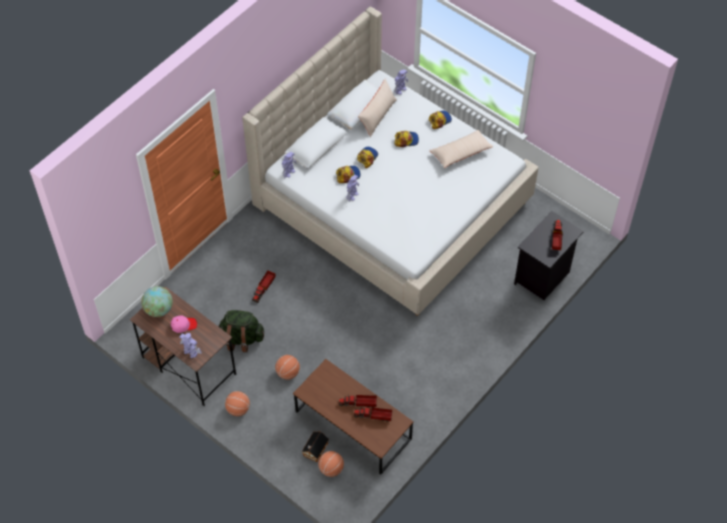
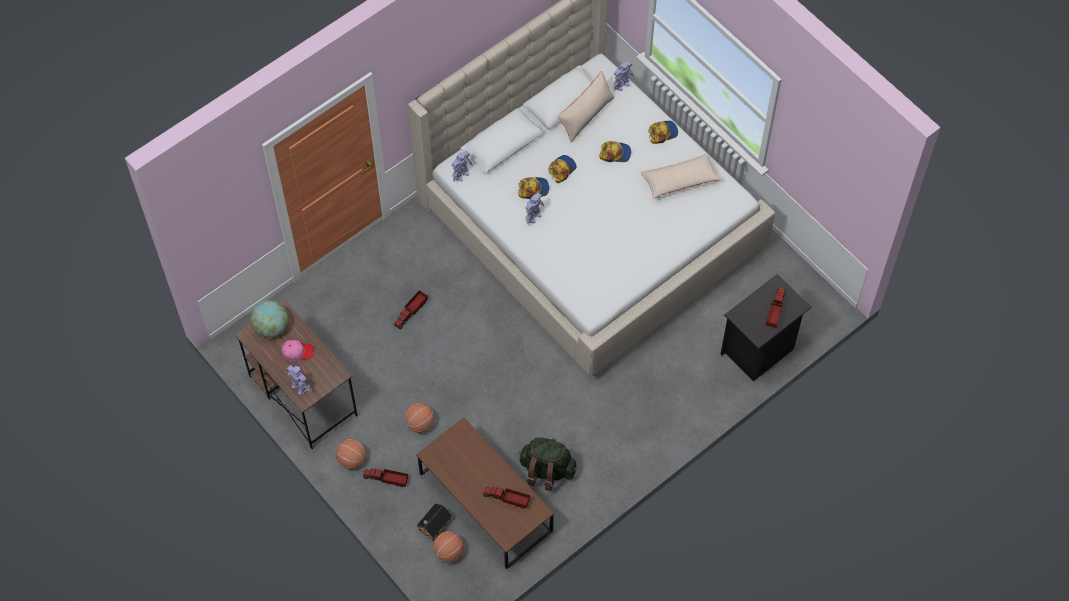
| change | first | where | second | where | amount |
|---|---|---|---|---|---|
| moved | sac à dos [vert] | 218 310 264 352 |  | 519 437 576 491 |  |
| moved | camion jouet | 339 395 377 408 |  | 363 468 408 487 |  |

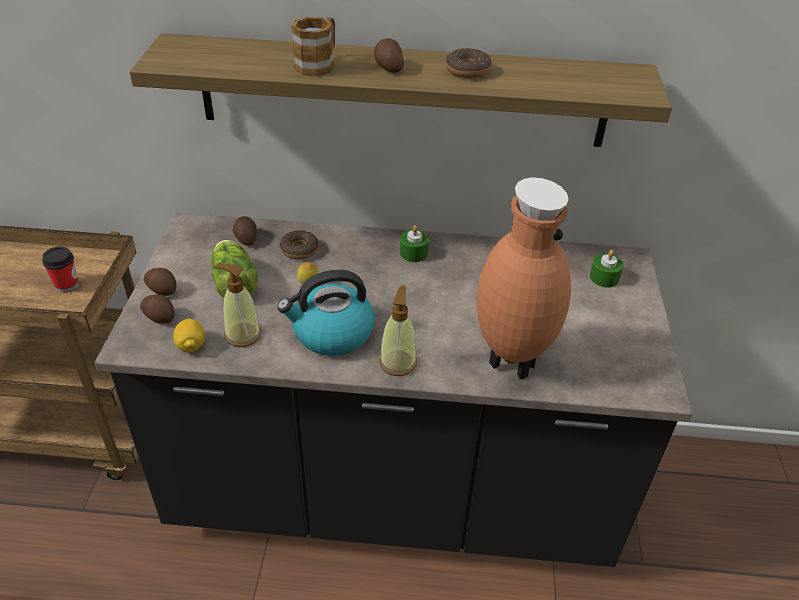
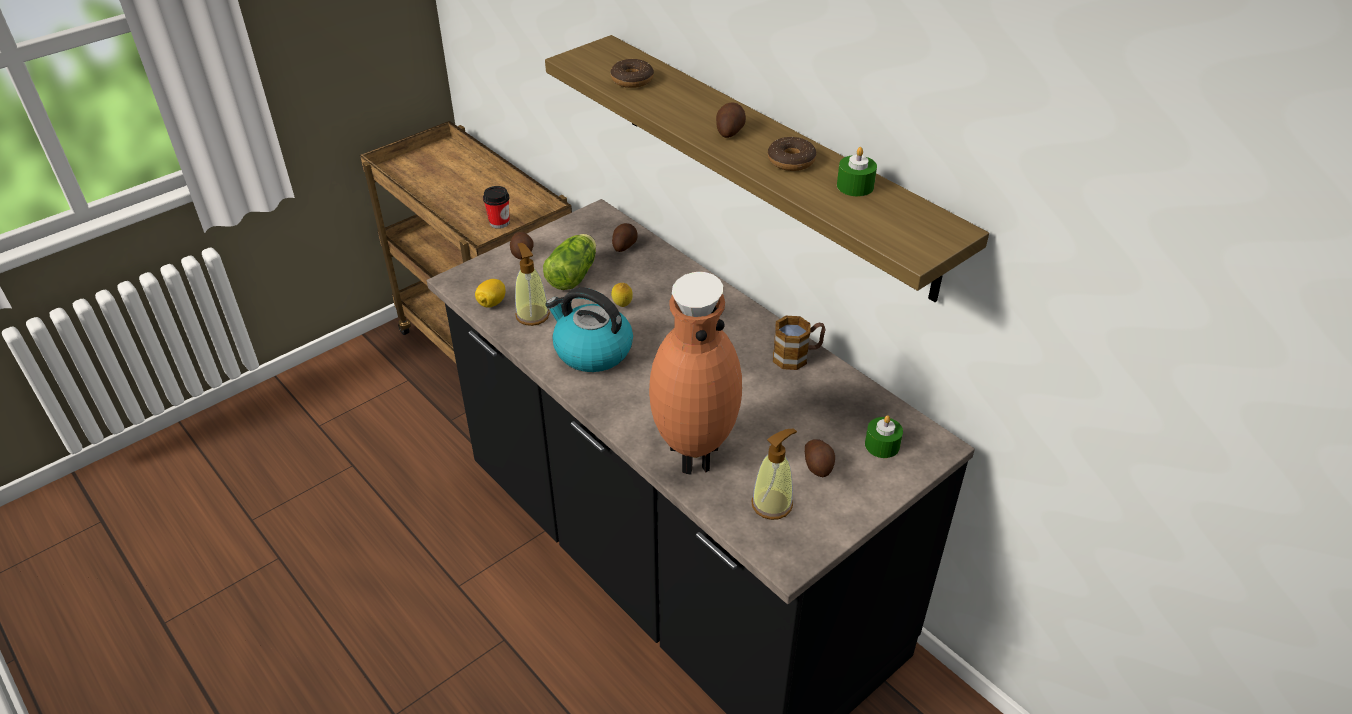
| change | first | where | second | where | amount |
|---|---|---|---|---|---|
| moved | mug | 291 17 335 77 |  | 773 316 826 370 |  |
| moved | bougie [vert] | 400 225 429 262 |  | 837 147 877 196 |  |
| moved | beignet | 280 230 319 260 |  | 610 59 654 88 |  |
| moved | distributeur de savon | 379 285 417 376 |  | 751 429 797 520 |  |
| moved | pomme de terre | 140 295 175 324 |  | 805 439 835 477 |  |

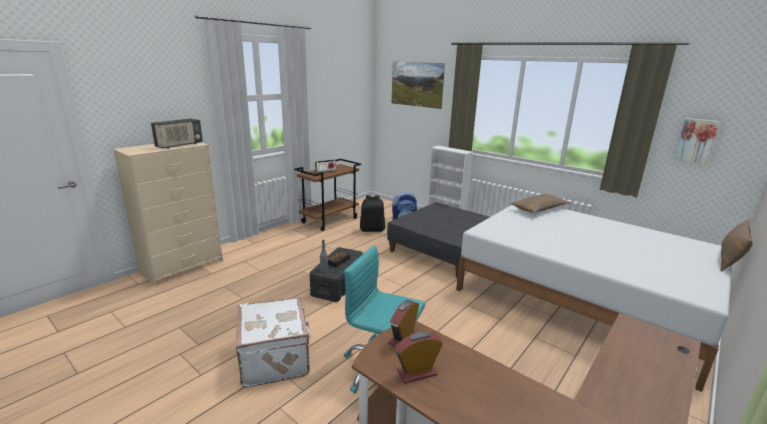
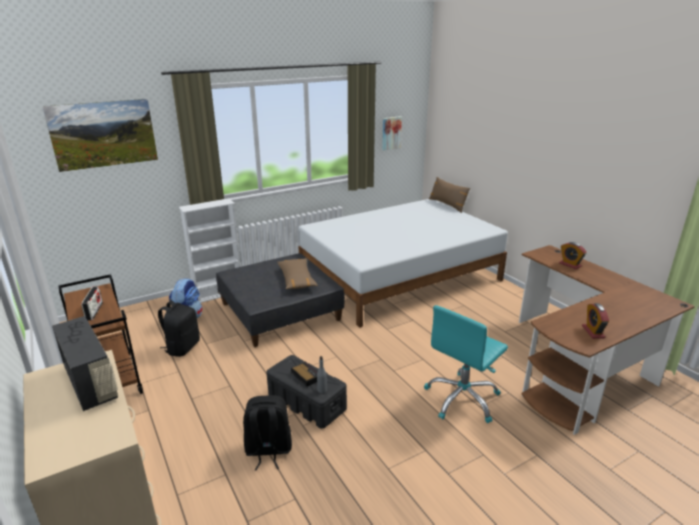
| change | first | where | second | where | amount |
|---|---|---|---|---|---|
| moved | coussin [marron] | 511 194 570 213 |  | 277 258 318 289 |  |
| removed | valise [blanc] | 236 296 311 387 |  |  |  |
| moved | réveil | 388 300 419 346 |  | 559 242 587 269 |  |
| added |  |  | sac à dos [noir] | 243 395 292 470 |  |

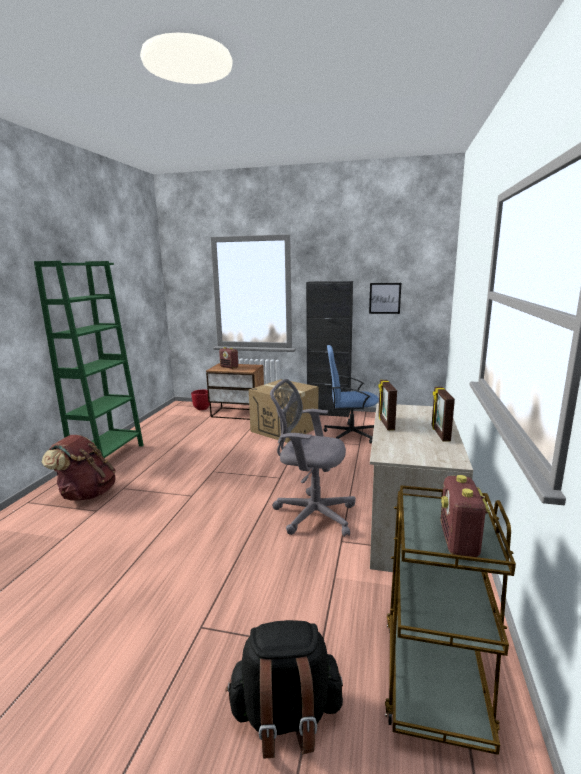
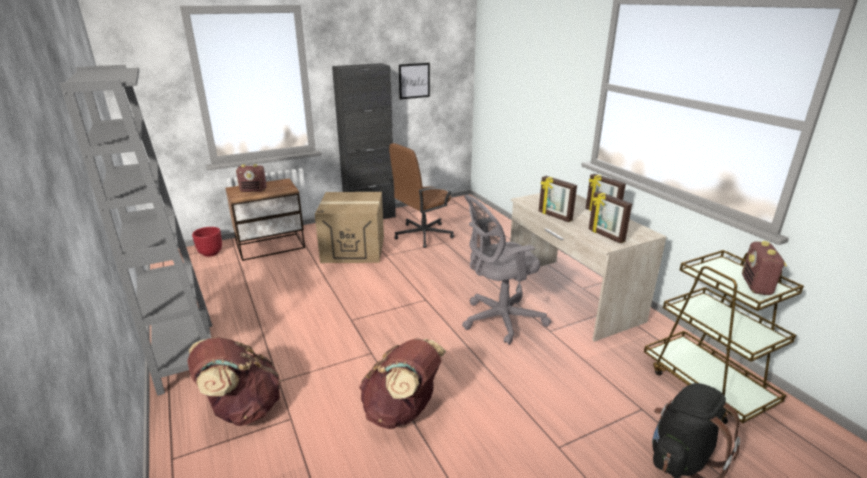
| change | first | where | second | where | amount |
|---|---|---|---|---|---|
| recoloured | bibliothèque [vert] | 34 261 144 458 | bibliothèque [gris] | 60 65 212 396 |  |
| recoloured | chaise de bureau [bleu] | 324 345 379 444 | chaise de bureau [marron] | 389 143 454 248 |  |
| turned | radio | 440 475 490 557 |  | 742 241 787 295 | 45 degrees clockwise |
| added |  |  | cadre photo | 589 191 632 243 |  |
| added |  |  | sac à dos [marron] | 359 339 446 429 |  |

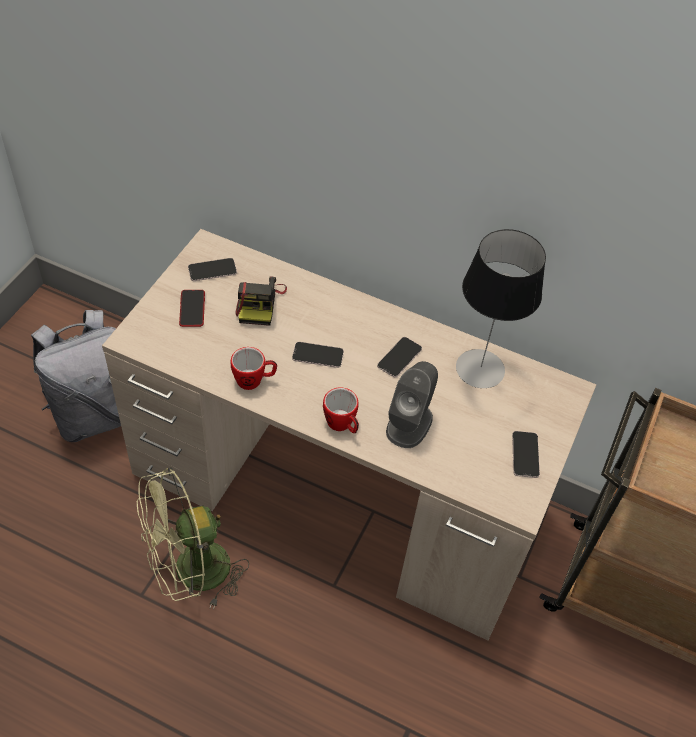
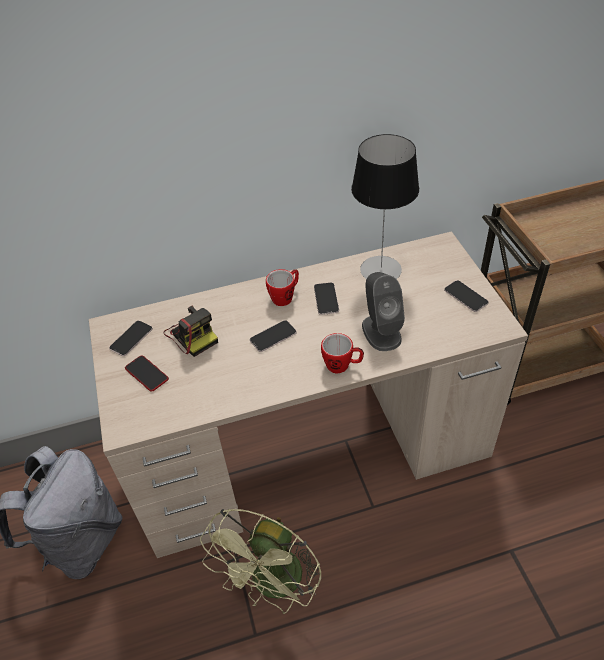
| change | first | where | second | where | amount |
|---|---|---|---|---|---|
| moved | mug | 230 347 277 390 |  | 266 269 299 306 |  |

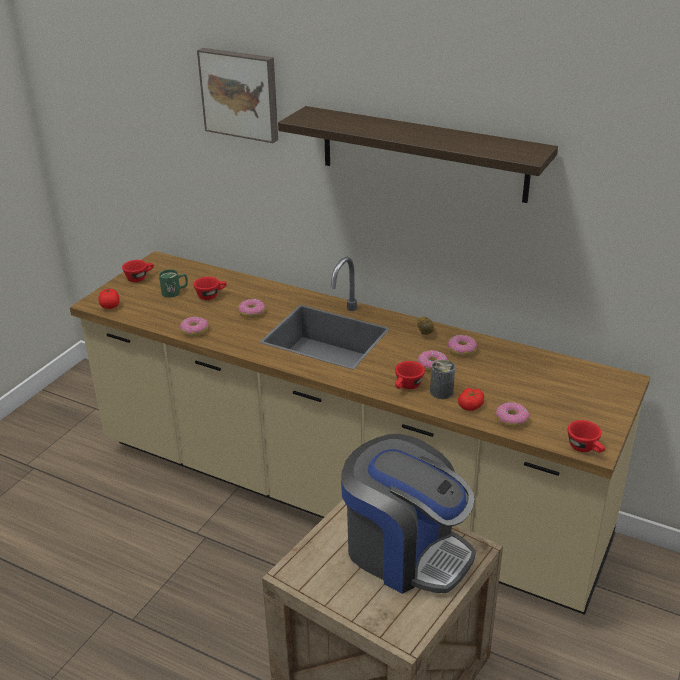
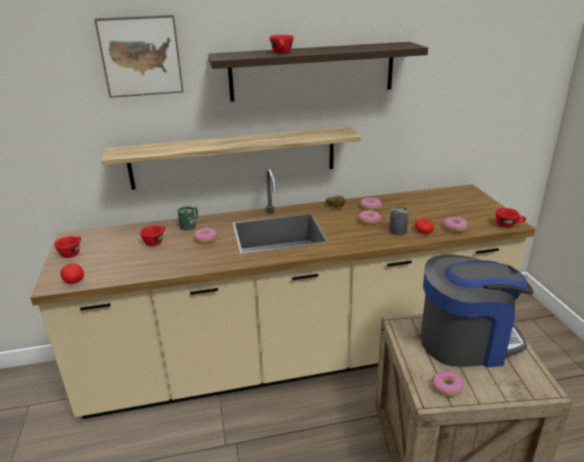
| change | first | where | second | where | amount |
|---|---|---|---|---|---|
| moved | mug [vert] | 159 269 188 297 |  | 178 206 198 230 |  |
| moved | beignet | 180 317 209 336 |  | 432 371 463 397 |  |
| moved | tasse [rouge] | 395 361 425 389 |  | 269 35 294 53 |  |
| added |  |  | étagère | 101 126 361 190 |  |

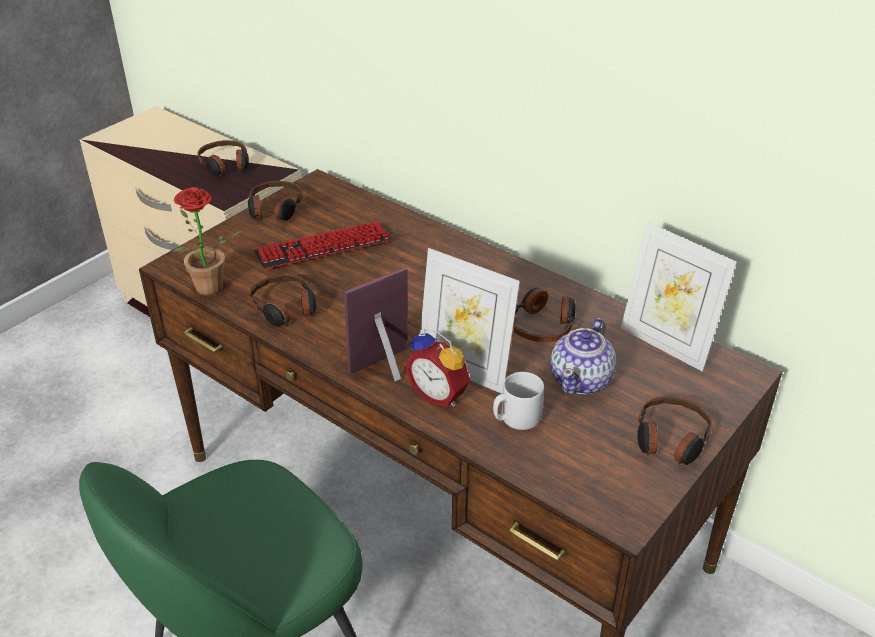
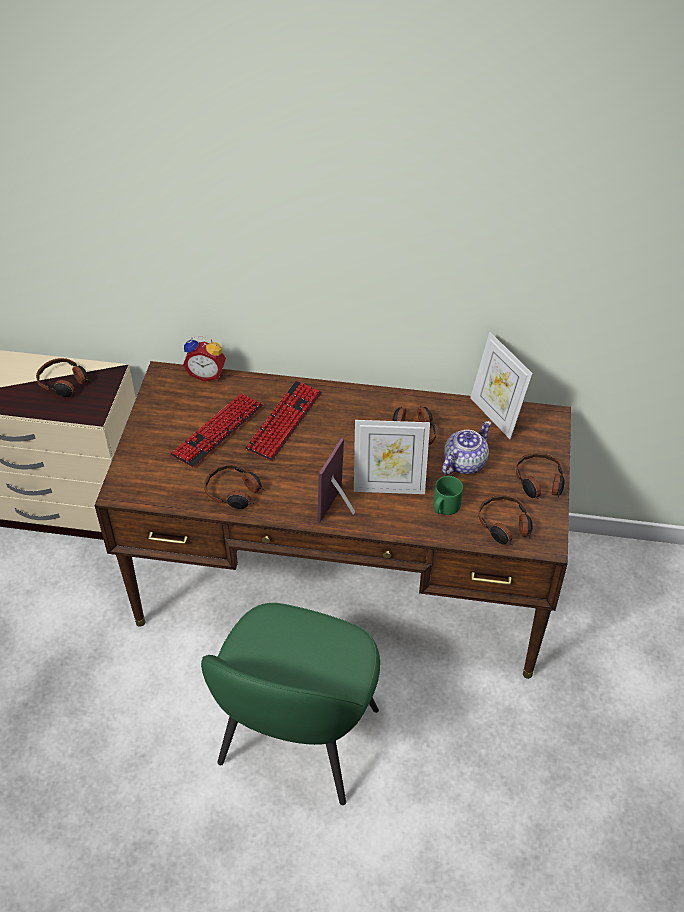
| change | first | where | second | where | amount |
|---|---|---|---|---|---|
| moved | casque audio | 248 181 303 221 |  | 478 495 532 545 |  |
| removed | plante en pot | 174 187 241 296 |  |  |  |
| turned | cadre photo | 621 222 737 372 |  | 470 332 533 440 | 45 degrees clockwise |
| turned | théière | 551 318 616 394 |  | 442 421 491 475 | 135 degrees counterclockwise |
| moved | réveil | 405 329 471 407 |  | 183 336 226 382 |  |
| recoloured | mug [gris] | 493 372 544 430 | mug [vert] | 434 476 463 515 |  |
| added |  |  | clavier | 245 381 322 461 |  |

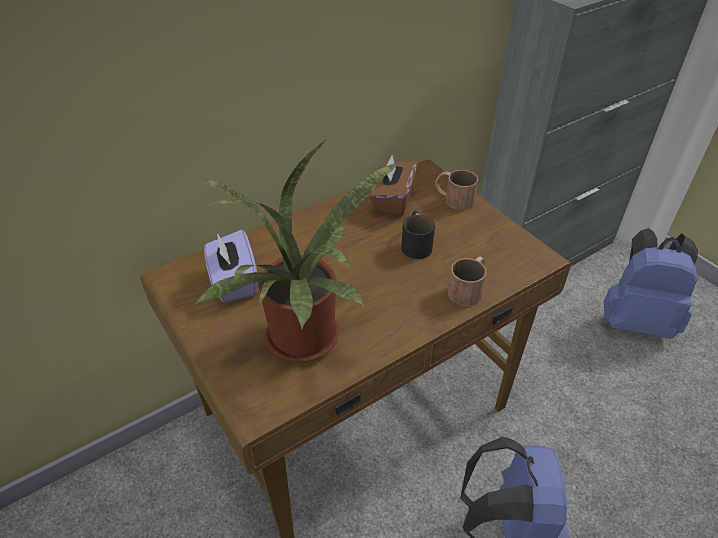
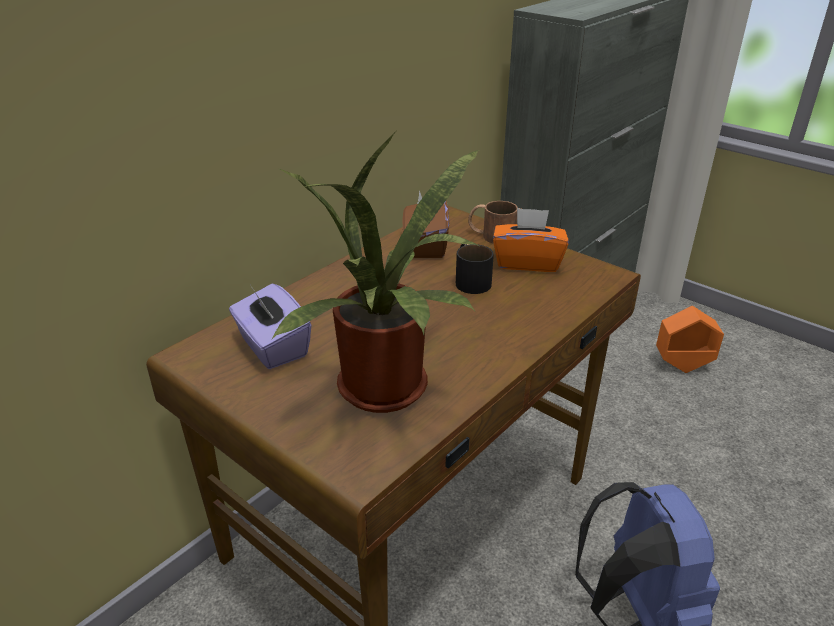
| change | first | where | second | where | amount |
|---|---|---|---|---|---|
| replaced | sac à dos [bleu] | 604 228 698 339 | cache-pot [orange] | 656 306 724 373 |  |
| removed | mug [marron] | 448 256 486 306 |  |  |  |
| added |  |  | boîte à mouchoirs [orange] | 493 208 569 272 |  |

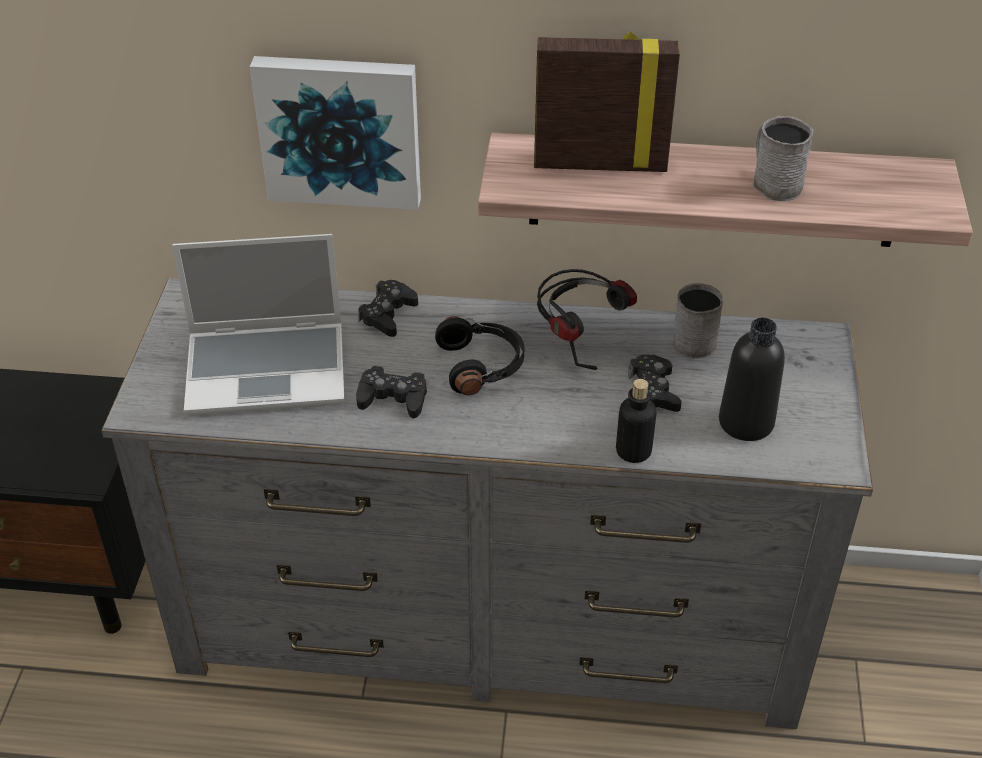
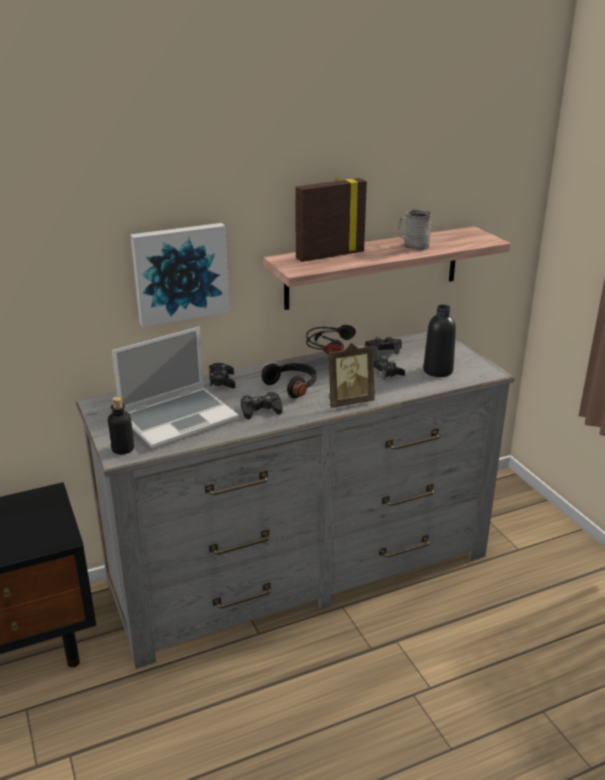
| change | first | where | second | where | amount |
|---|---|---|---|---|---|
| replaced | mug [gris] | 673 283 723 359 | manette [noir] | 365 336 402 355 |  |
| moved | bouteille | 616 379 657 463 |  | 108 397 134 454 |  |
| added |  |  | cadre photo | 328 343 375 408 |  |

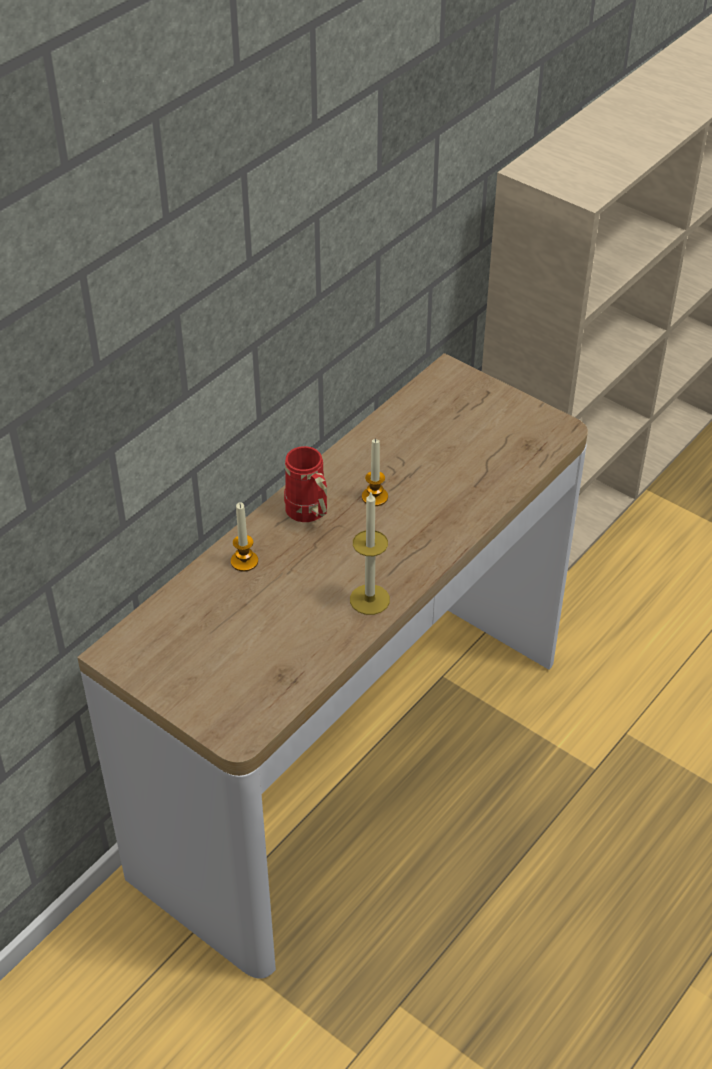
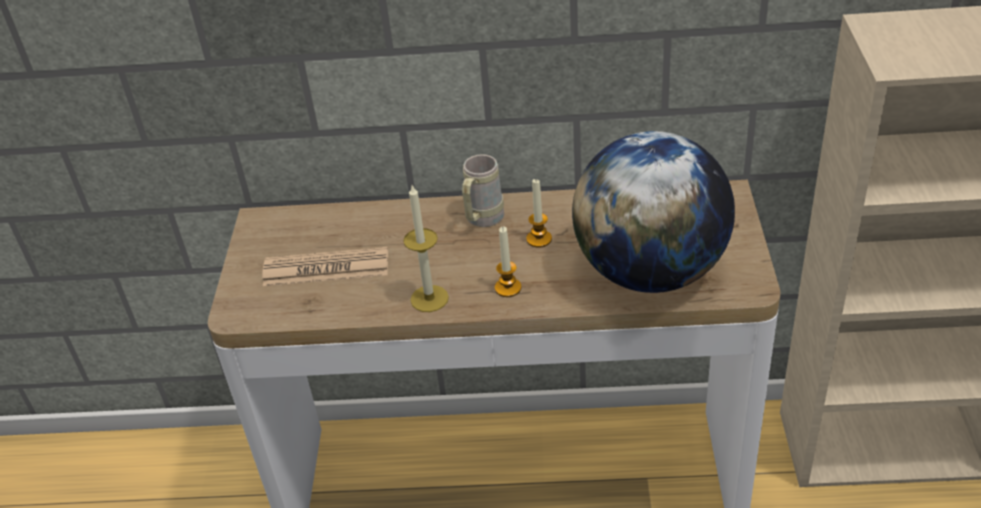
| change | first | where | second | where | amount |
|---|---|---|---|---|---|
| recoloured | mug [rouge] | 284 446 327 522 | mug [beige] | 462 154 504 227 |  |
| moved | bougie | 231 502 258 572 |  | 495 226 521 297 |  |
| added |  |  | globe | 572 131 735 293 |  |
| added |  |  | journal | 262 247 388 286 |  |

